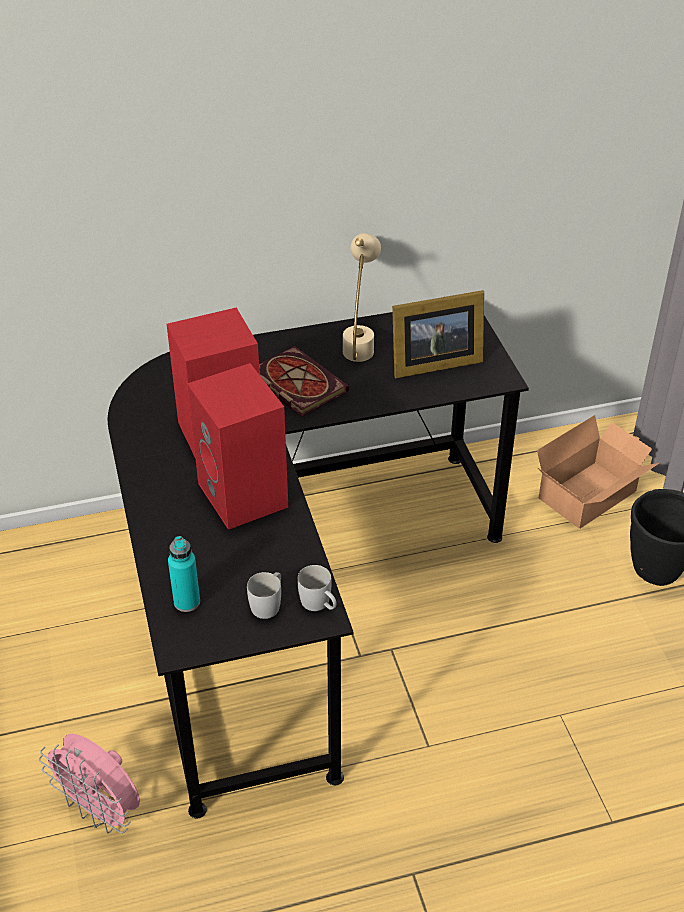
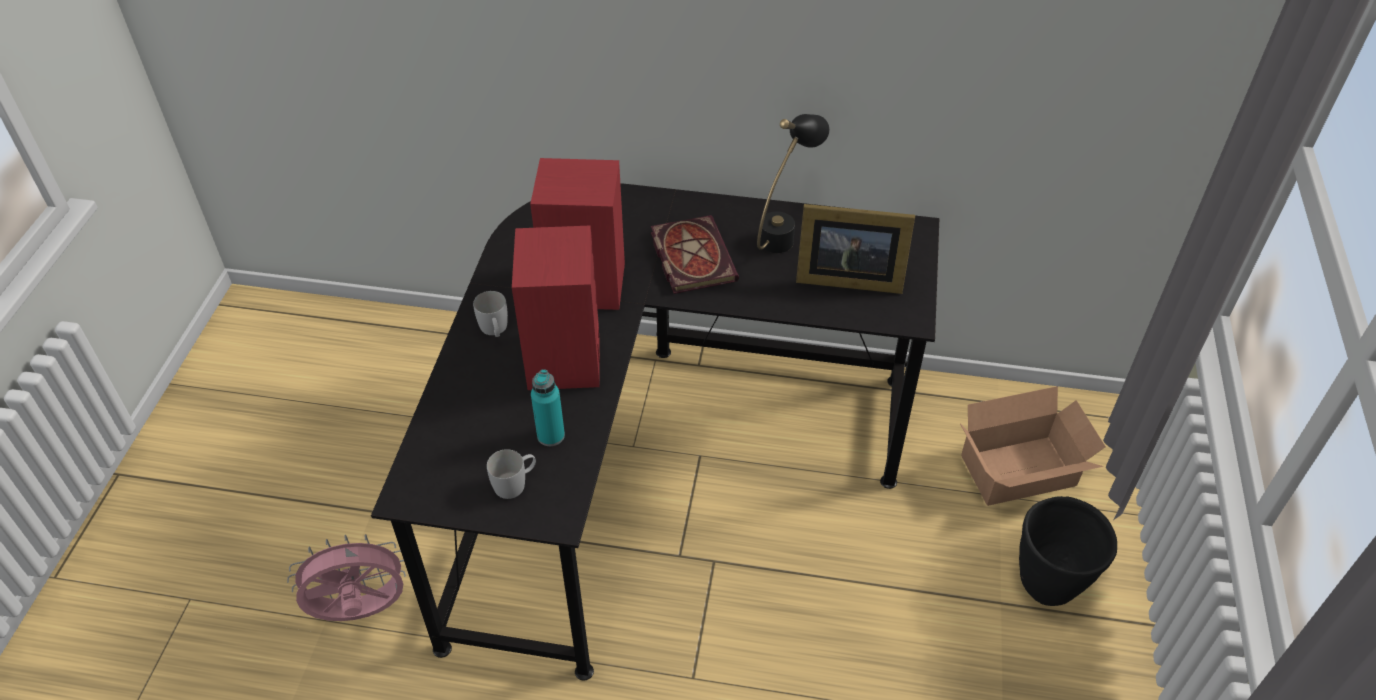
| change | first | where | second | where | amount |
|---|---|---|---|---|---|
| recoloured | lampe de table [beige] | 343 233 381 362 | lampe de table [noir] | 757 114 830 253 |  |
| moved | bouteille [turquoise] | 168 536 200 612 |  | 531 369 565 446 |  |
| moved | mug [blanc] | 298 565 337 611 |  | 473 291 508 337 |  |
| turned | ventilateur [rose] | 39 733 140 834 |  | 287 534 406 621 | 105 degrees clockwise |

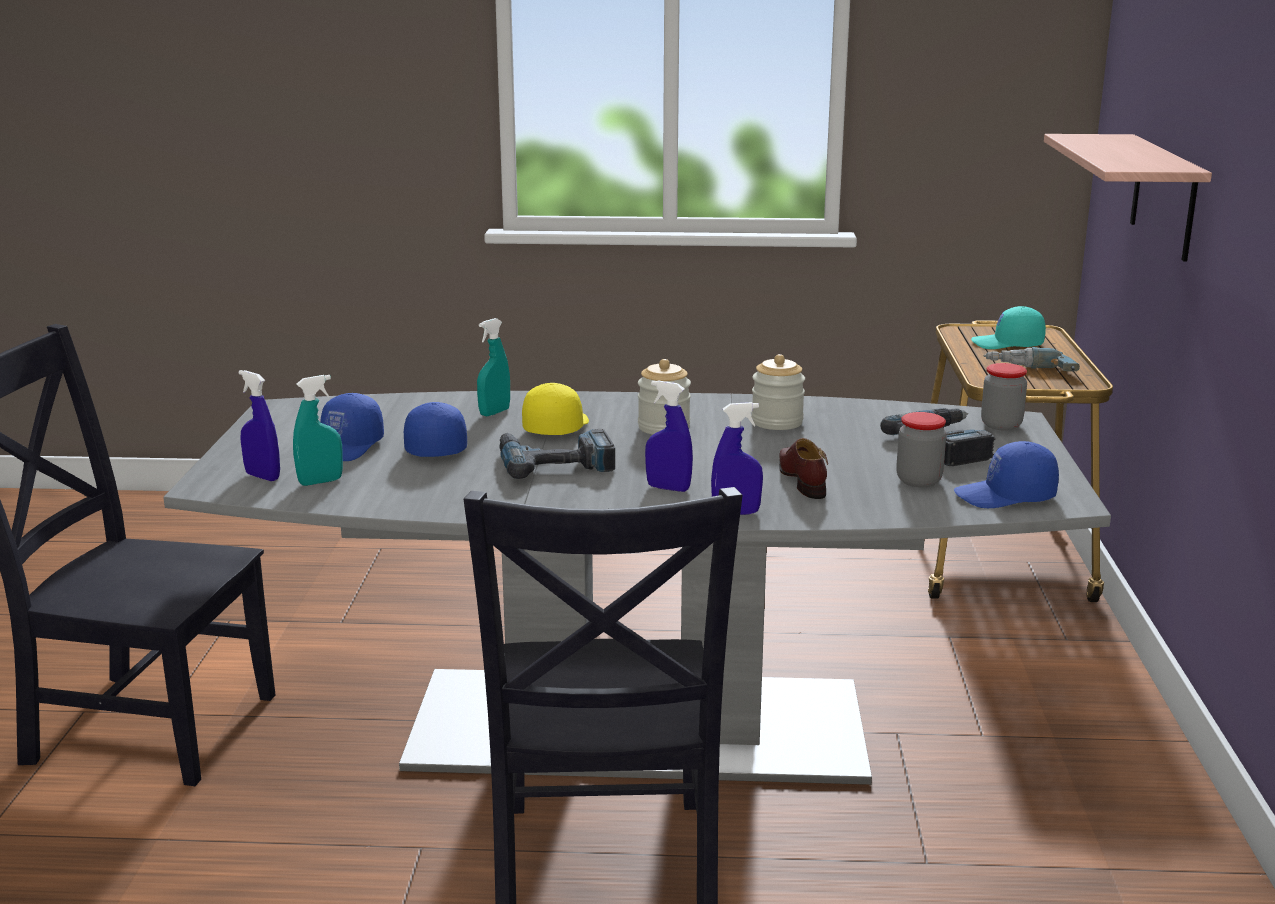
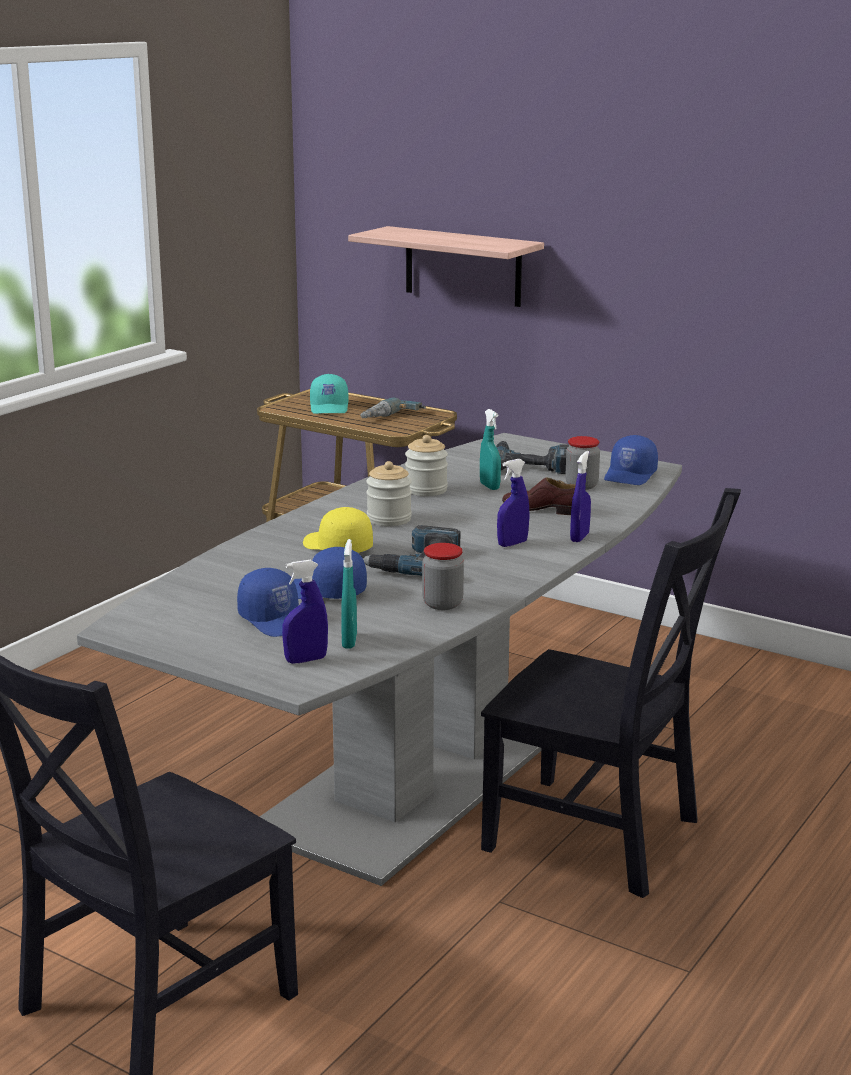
| change | first | where | second | where | amount |
|---|---|---|---|---|---|
| turned | casquette [turquoise] | 971 306 1046 349 |  | 310 374 349 414 | 45 degrees counterclockwise |
| moved | vaporisateur [turquoise] | 477 318 510 416 |  | 480 409 501 490 |  |
| moved | bocal | 981 363 1027 430 |  | 422 543 464 610 |  |

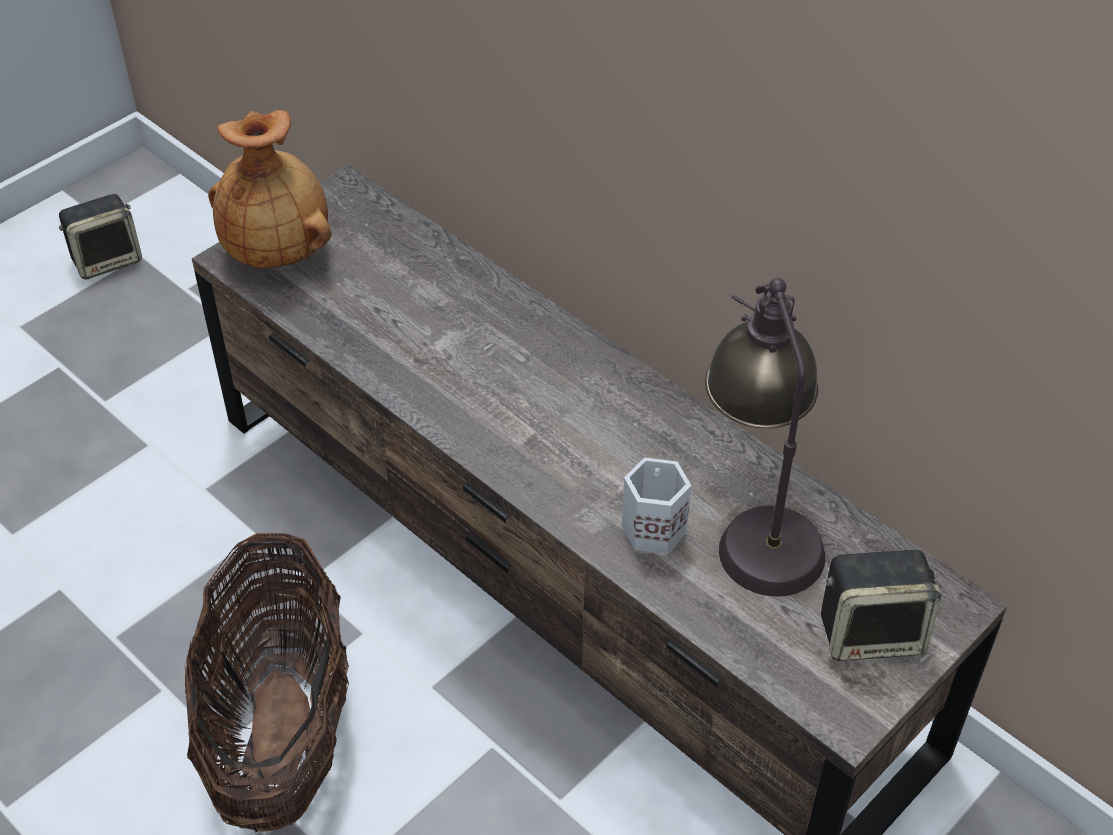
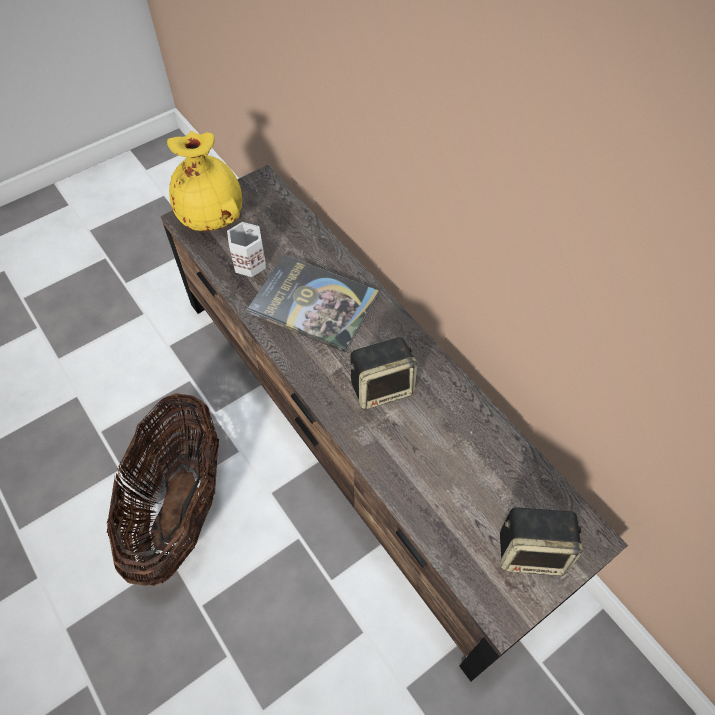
| change | first | where | second | where | amount |
|---|---|---|---|---|---|
| recoloured | vase [marron] | 208 110 332 268 | vase [jaune] | 167 131 242 231 |  |
| moved | enceinte | 59 194 142 280 |  | 350 337 417 409 |  |
| removed | lampe de table | 705 278 825 597 |  |  |  |
| moved | mug [blanc] | 622 458 691 554 |  | 227 222 266 277 |  |
| added |  |  | livre | 246 255 379 353 |  |

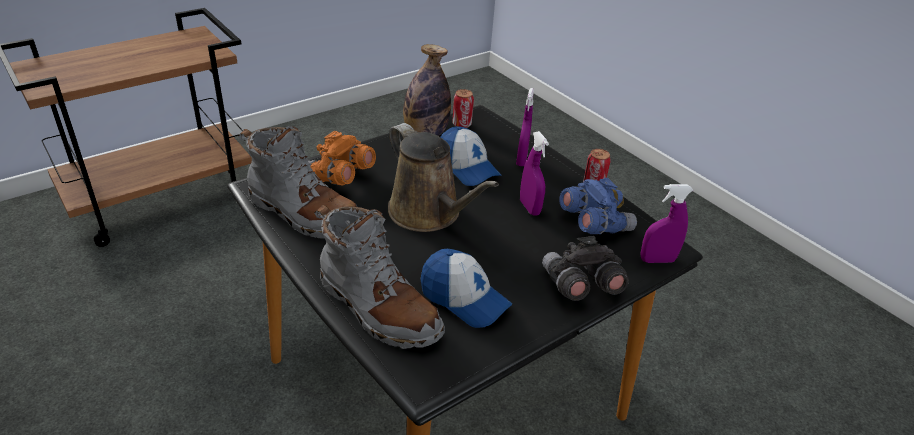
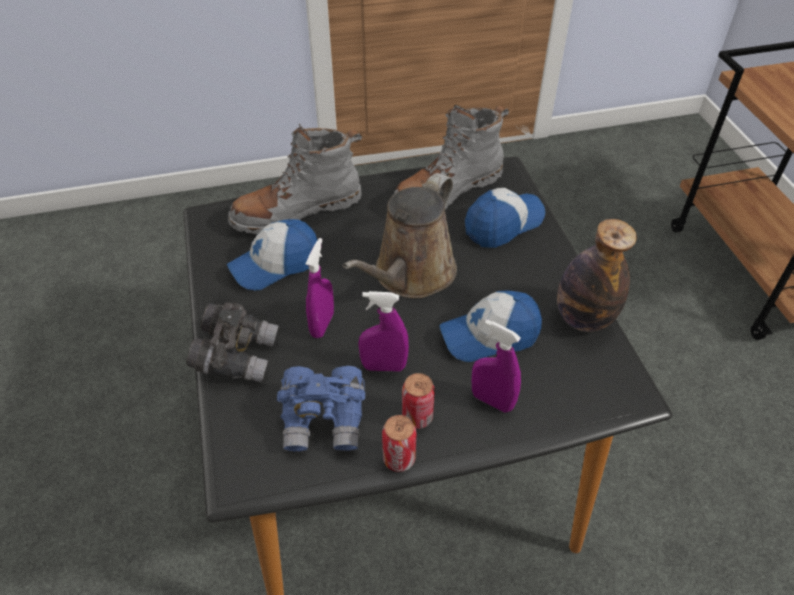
| change | first | where | second | where | amount |
|---|---|---|---|---|---|
| moved | boîte métallique | 452 89 474 128 |  | 402 373 435 429 |  |
| turned | arrosoir [marron] | 388 123 499 232 |  | 343 173 457 298 | 45 degrees counterclockwise |
| replaced | jumelles [orange] | 308 131 376 186 | casquette | 465 188 545 248 |  |
| moved | vaporisateur [violet] | 640 184 694 263 |  | 306 238 334 338 |  |

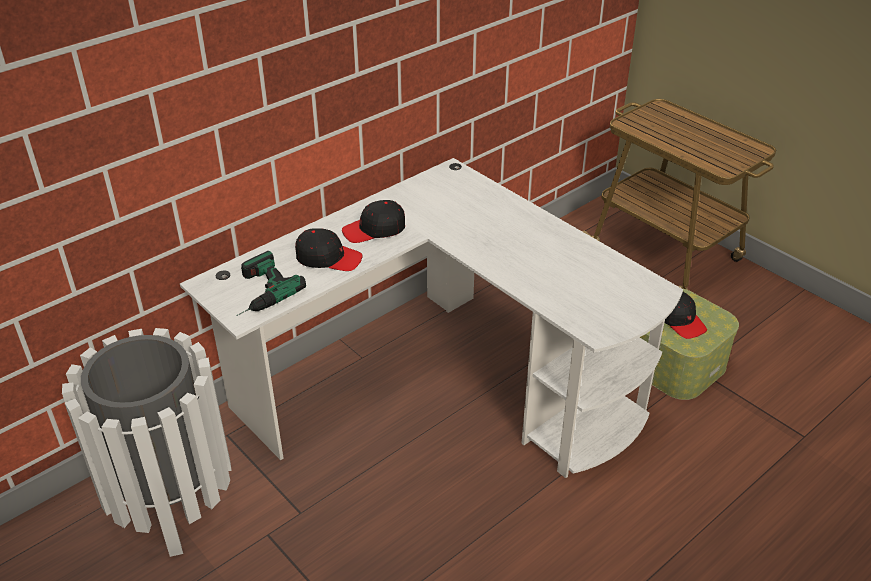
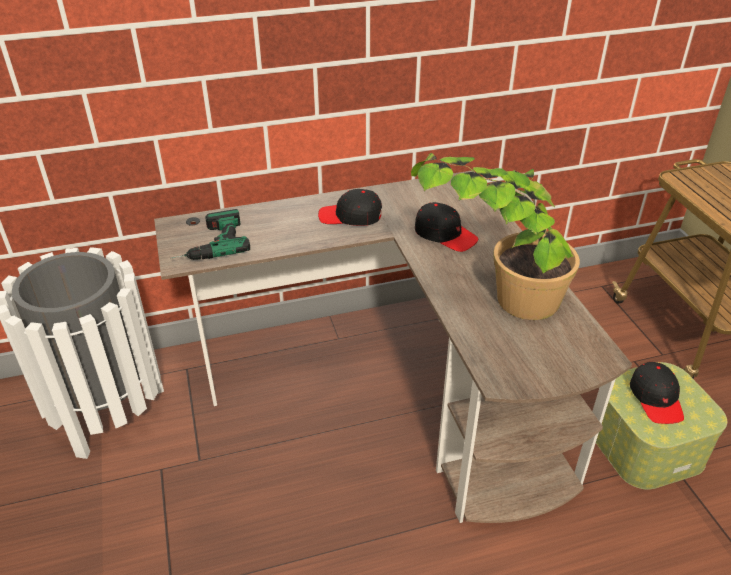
| change | first | where | second | where | amount |
|---|---|---|---|---|---|
| recoloured | bureau [blanc] | 180 158 683 478 | bureau [marron] | 154 171 632 523 |  |
| moved | casquette [noir] | 295 228 362 271 |  | 415 202 478 252 |  |
| added |  |  | plante en pot | 411 153 580 320 |  |

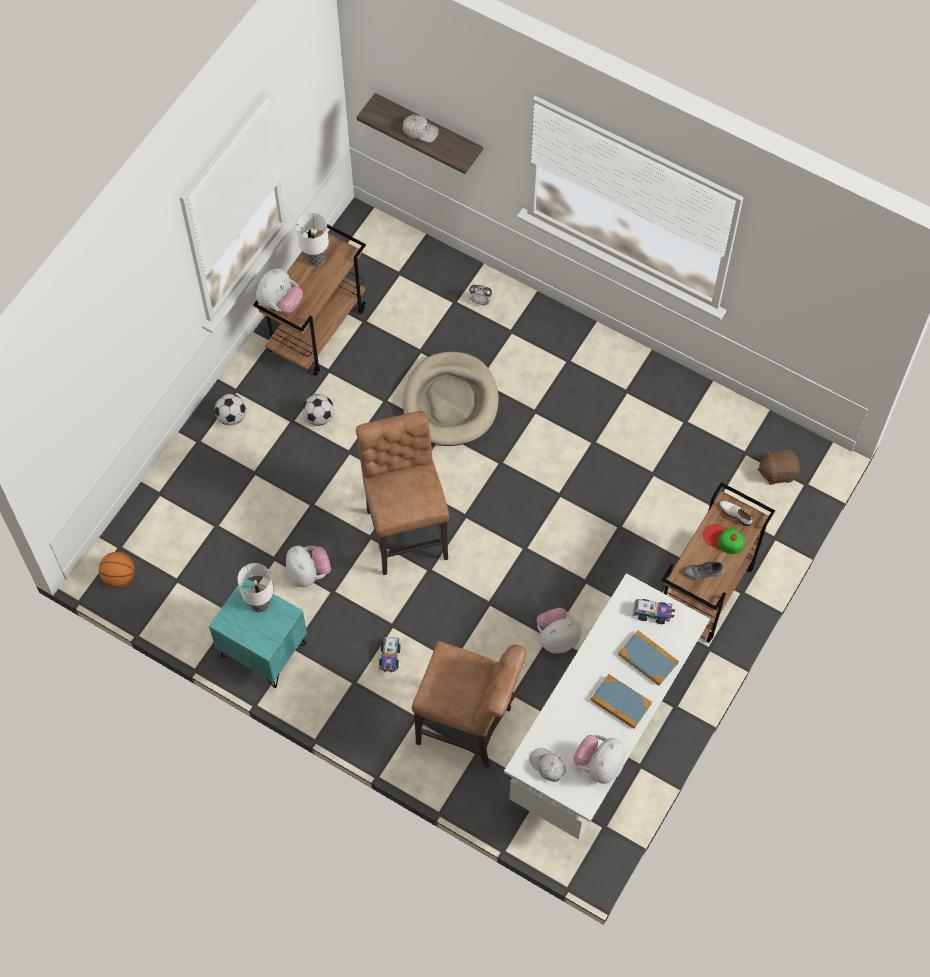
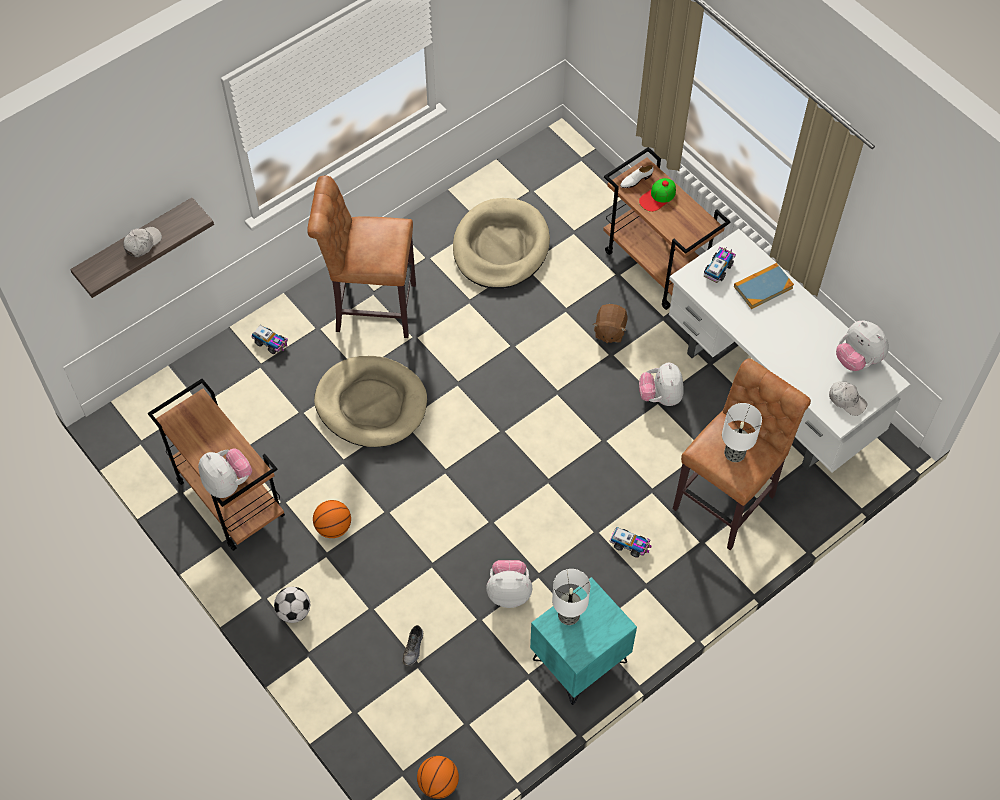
| change | first | where | second | where | amount |
|---|---|---|---|---|---|
| moved | lampe de table | 296 213 329 266 |  | 722 403 762 462 |  |
| replaced | réveil | 469 285 492 306 | camion jouet | 251 325 288 354 |  |
| replaced | ballon de foot | 303 394 334 426 | ballon de basket | 313 500 351 538 |  |
| moved | tabouret [marron] | 356 411 449 575 |  | 307 176 416 338 |  |
| moved | peluche [marron] | 757 449 800 485 |  | 593 304 628 343 |  |
| moved | chaussure [gris] | 684 561 724 580 |  | 403 625 423 666 |  |
| removed | livre | 591 674 652 729 |  |  |  |
| turned | casquette [blanc] | 529 748 566 782 |  | 829 381 867 416 | 120 degrees counterclockwise |
| added |  |  | panier pour chien [beige] | 453 198 550 289 |  |

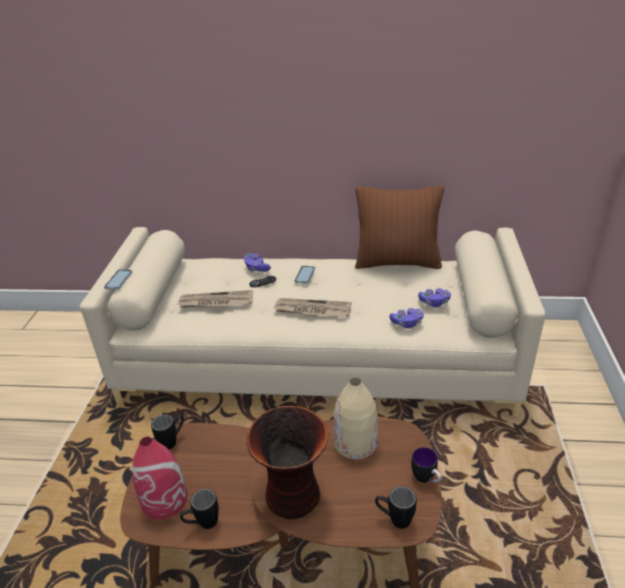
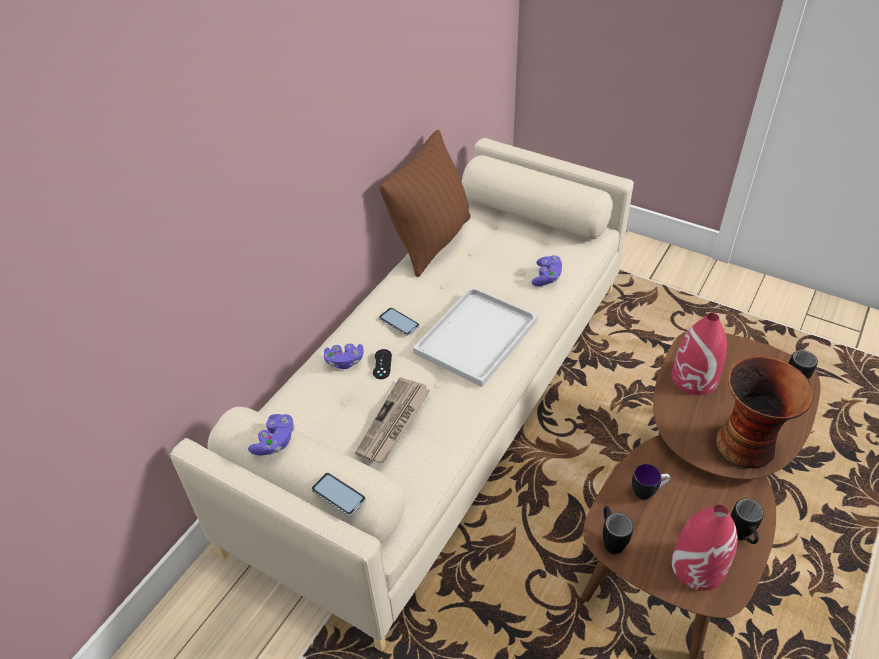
| change | first | where | second | where | amount |
|---|---|---|---|---|---|
| moved | manette [violet] | 418 288 451 307 |  | 248 414 295 456 |  |
| replaced | journal | 274 298 352 318 | plateau [blanc] | 413 287 538 387 |  |
| recoloured | vase [beige] | 333 378 378 459 | vase [rouge] | 672 313 727 395 |  |
| moved | mug | 411 447 442 483 |  | 632 464 670 500 |  |

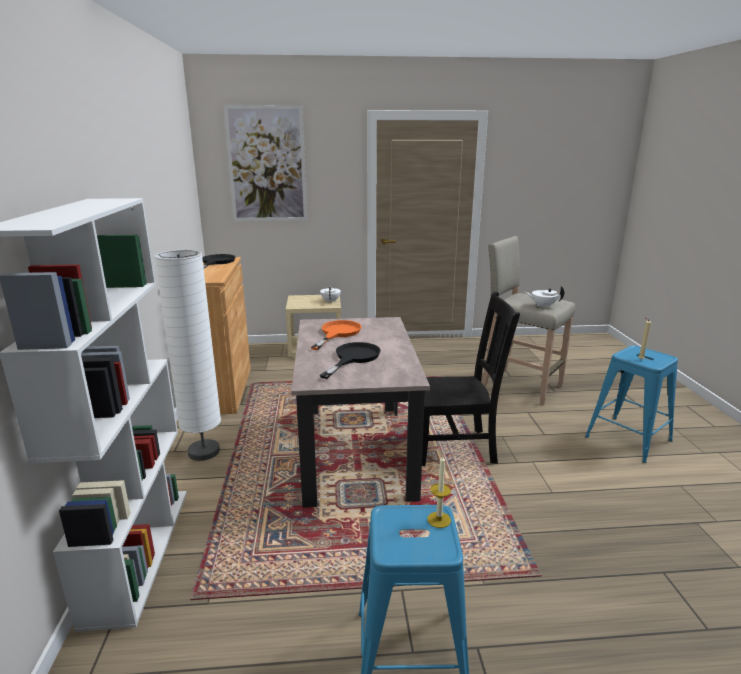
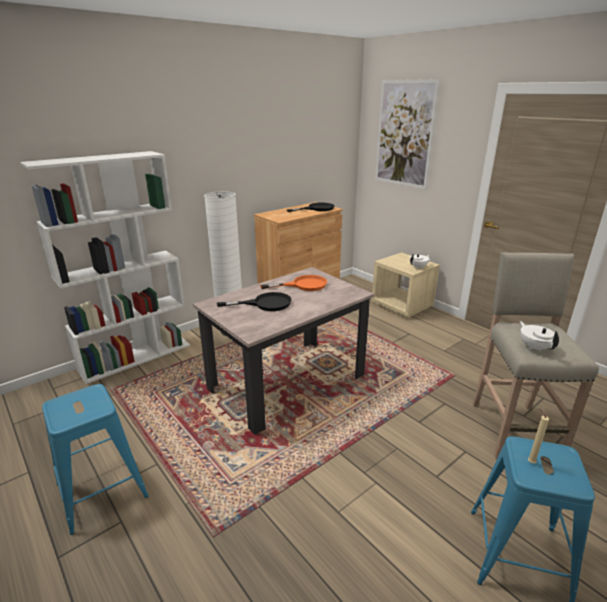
| change | first | where | second | where | amount |
|---|---|---|---|---|---|
| removed | chaise [noir] | 422 292 520 466 |  |  |  |
| removed | bougie | 427 455 451 528 |  |  |  |

